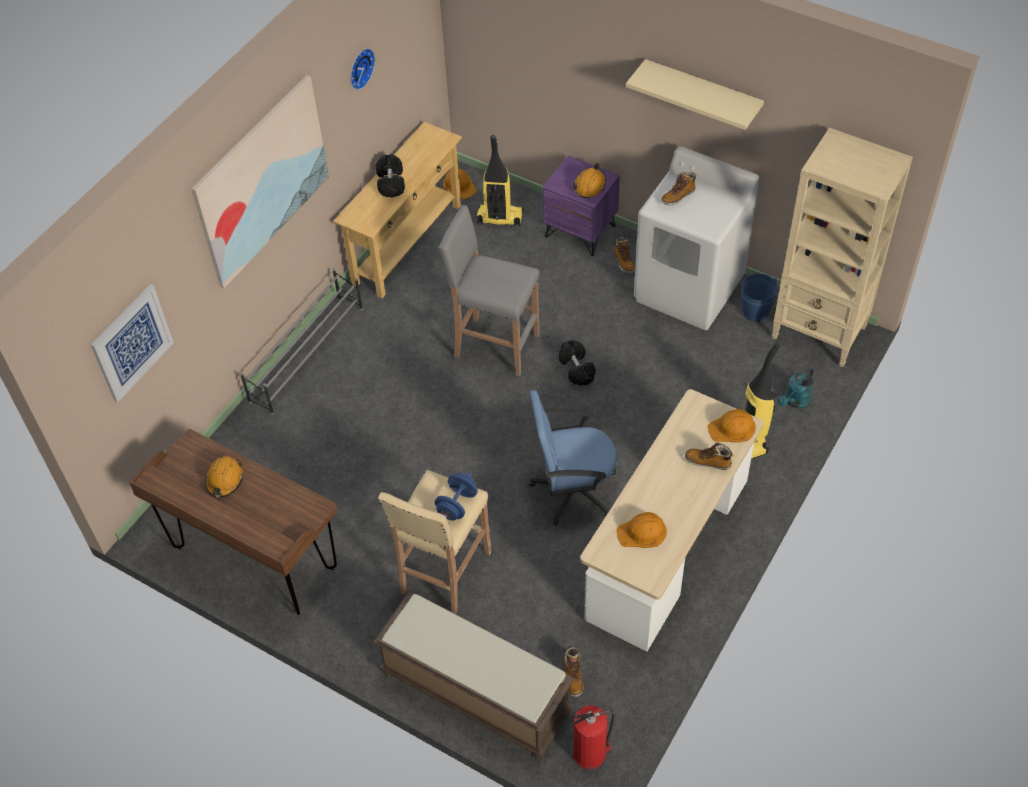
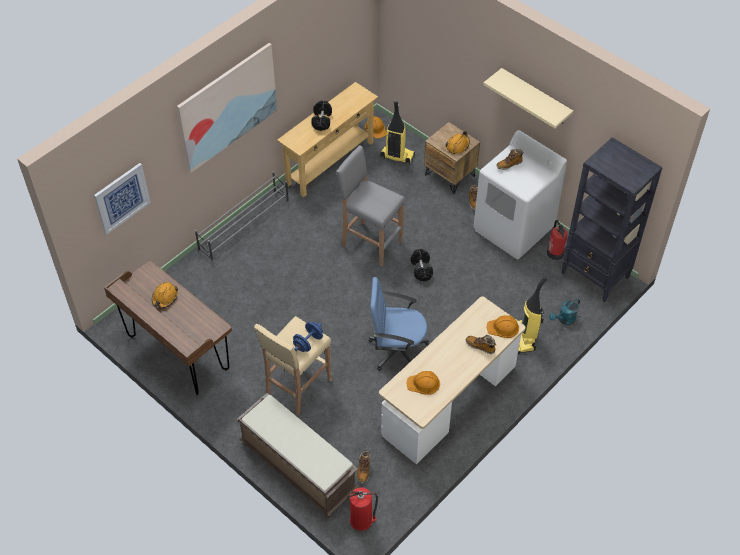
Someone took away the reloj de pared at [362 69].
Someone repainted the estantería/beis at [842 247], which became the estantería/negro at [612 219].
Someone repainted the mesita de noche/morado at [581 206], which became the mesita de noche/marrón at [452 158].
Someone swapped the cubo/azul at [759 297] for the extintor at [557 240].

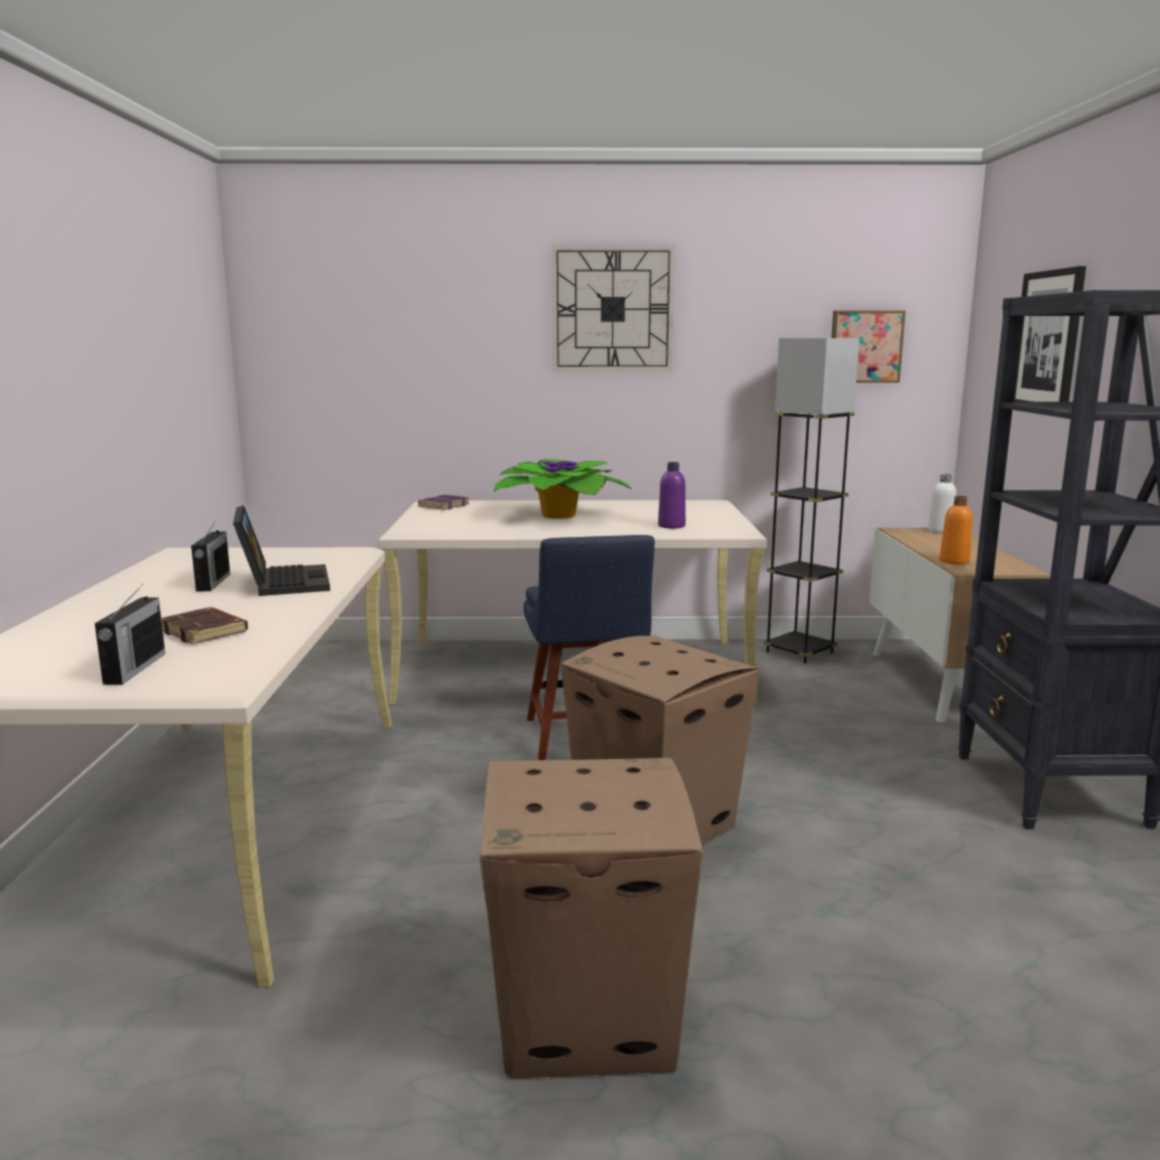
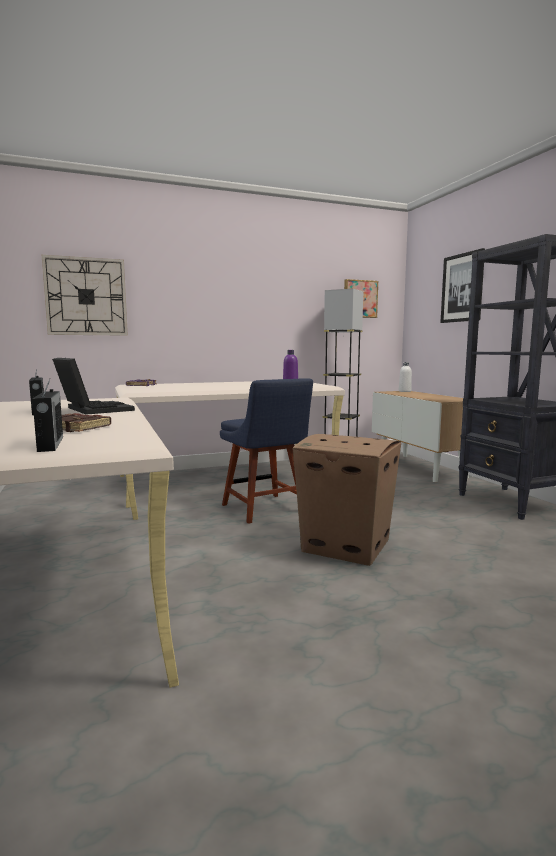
Someone carried the reloj de pared from [613 308] to [85 295].
Someone took away the planta en maceta at [562 489].
Someone took away the botella/naranja at [956 530].
Someone took away the caja de cartón at [591 918].

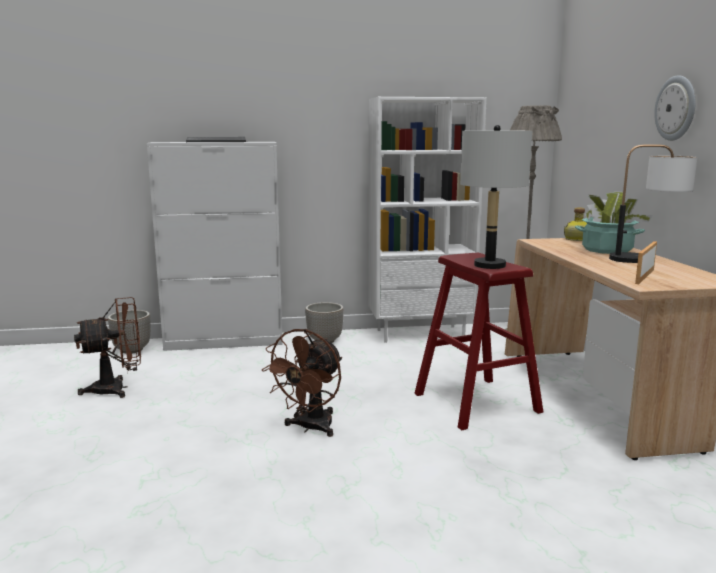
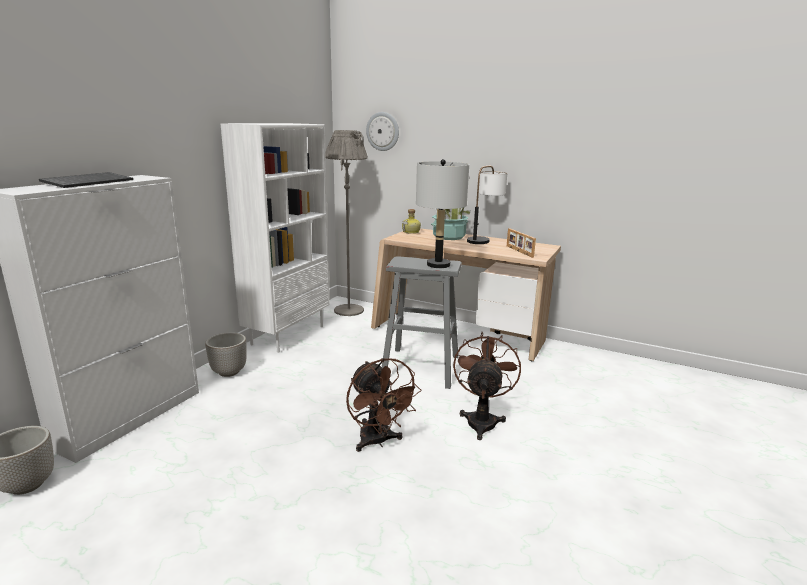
Someone carried the reloj de pared from [675 108] to [382 131].
Someone repainted the taburete/rojo at [479 341], which became the taburete/gris at [422 322].
Someone carried the ventilador/marrón from [107 347] to [487 386].

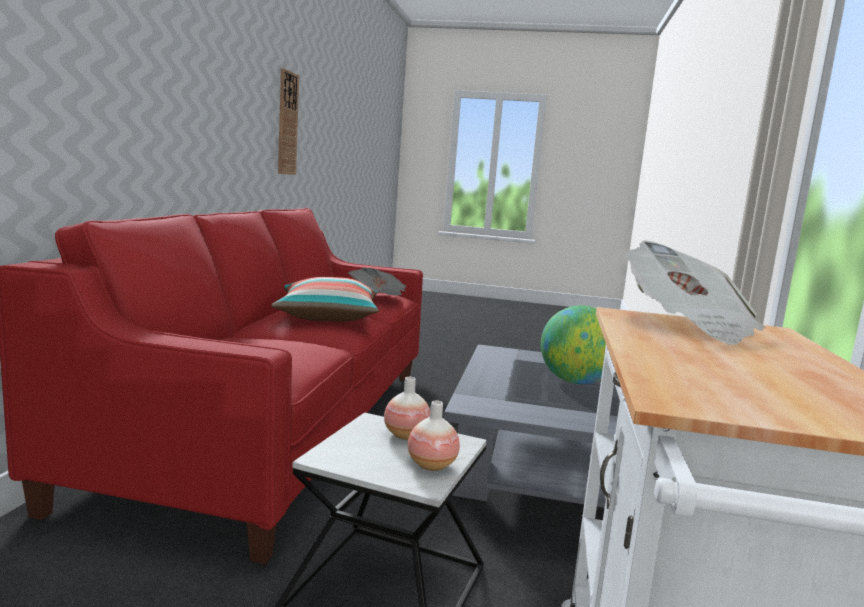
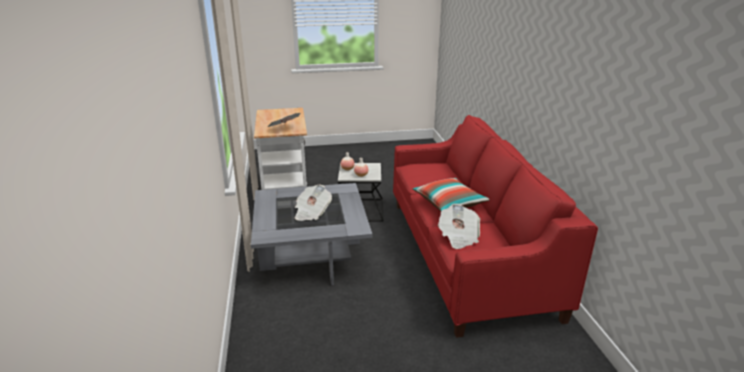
Someone took away the reloj de pared at [288 121].
Someone swapped the globo terráqueo at [573 344] for the periódico at [313 202].

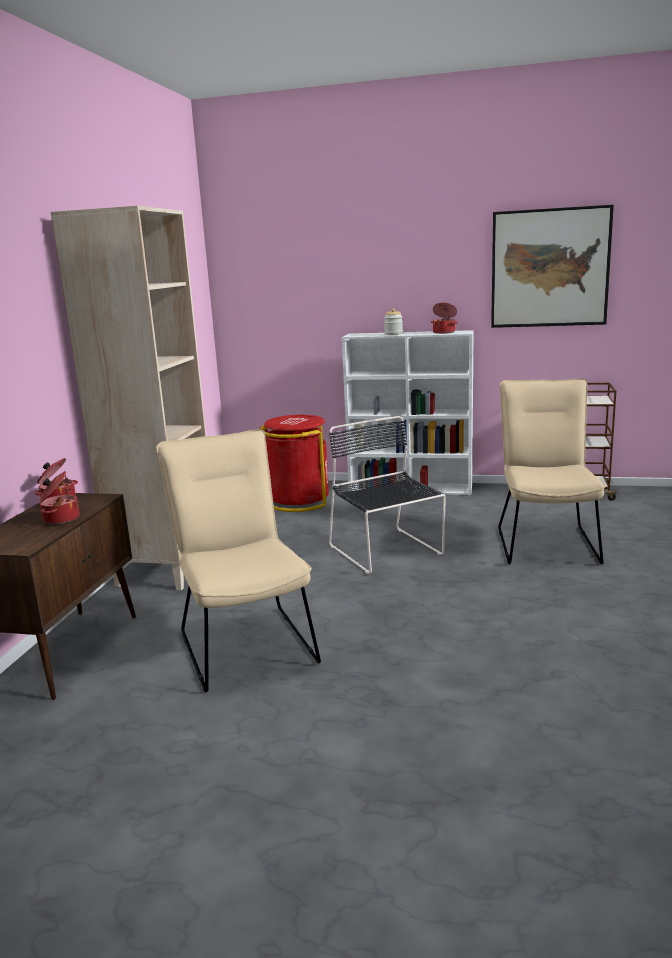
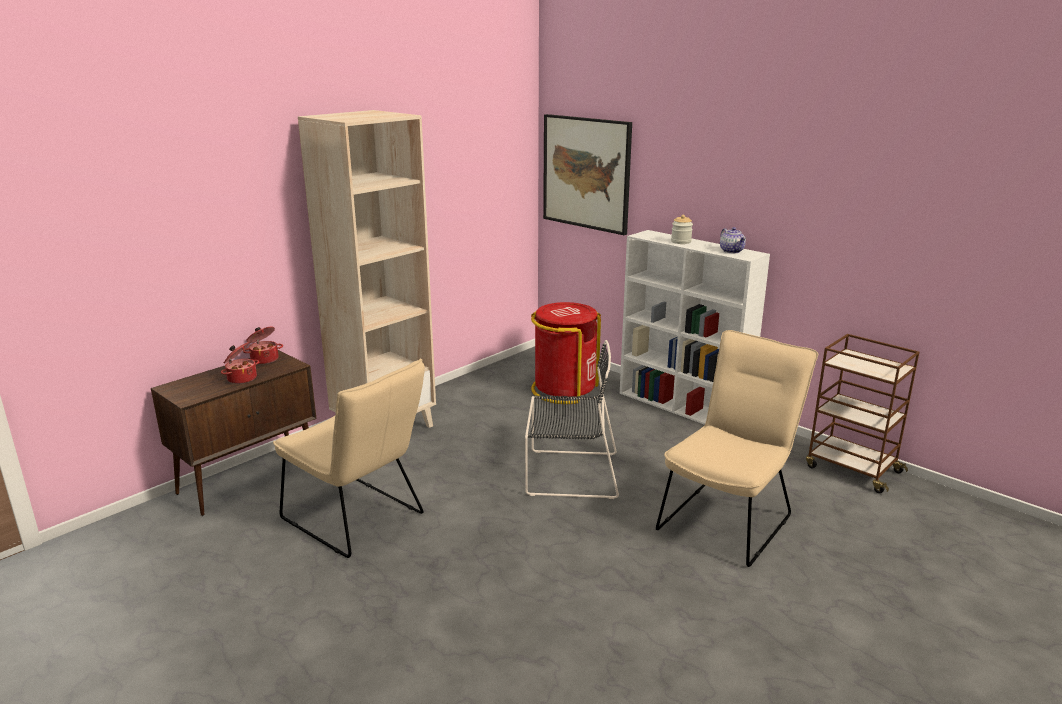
Someone carried the cuadro from [552 266] to [587 174].
Someone swapped the olla at [444 318] for the tetera at [733 240].
Someone rotated the silla/negro at [387 495] by 90 degrees clockwise.
Someone rotated the silla/beis at [238 561] by 120 degrees clockwise.

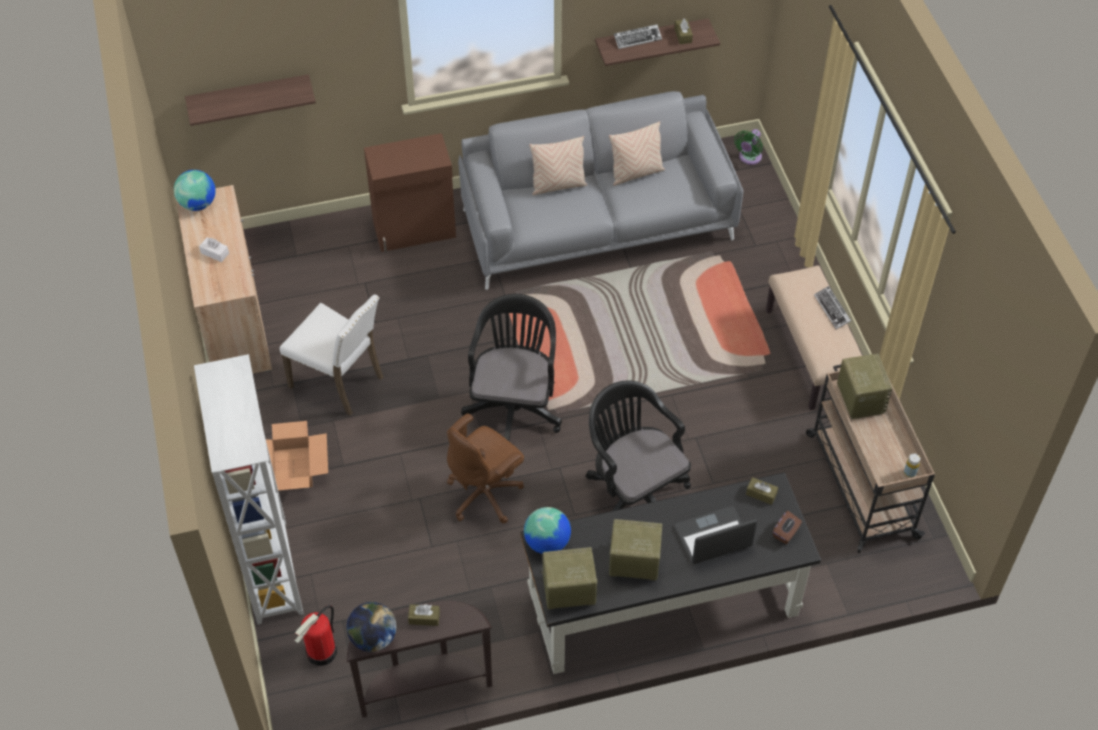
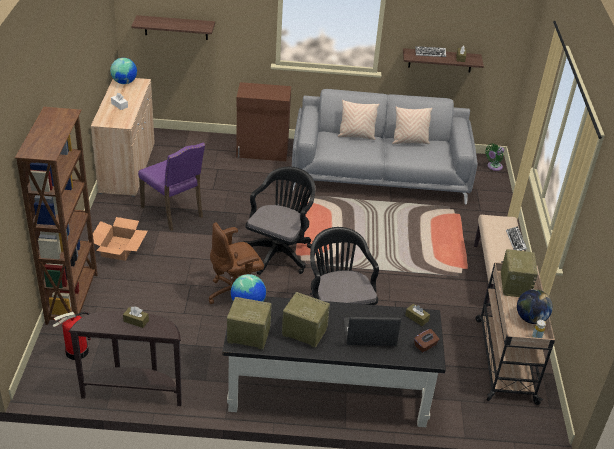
Someone repainted the silla/blanco at [331 355], which became the silla/morado at [171 187].
Someone repainted the estantería/blanco at [249 489], which became the estantería/marrón at [56 216].
Someone carried the globo terráqueo from [371 627] to [535 306].

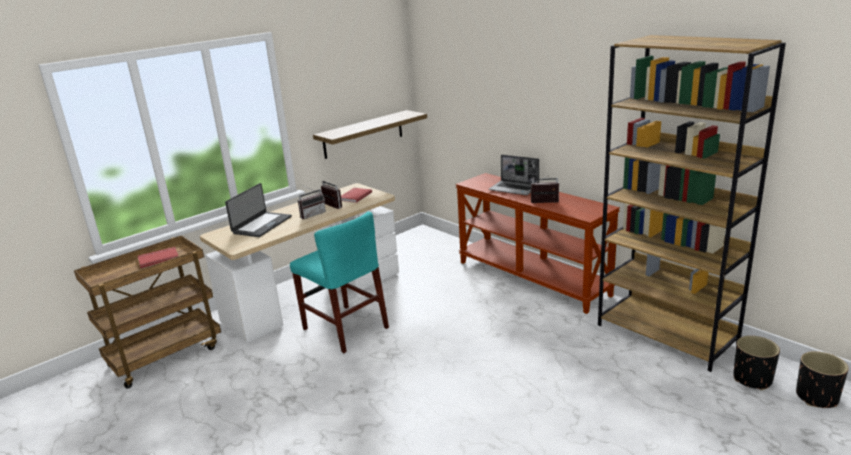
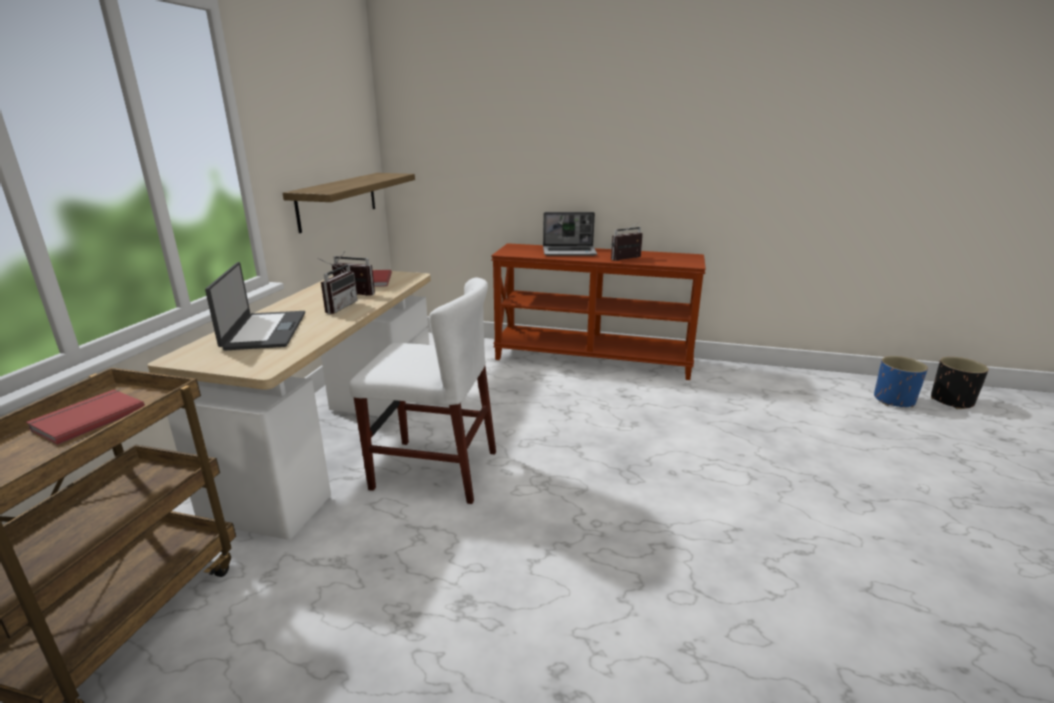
Someone took away the estantería/marrón at [692 203].
Someone repainted the silla/turquesa at [339 282], which became the silla/blanco at [422 390].
Someone repainted the maceta/negro at [756 363], which became the maceta/azul at [901 382].

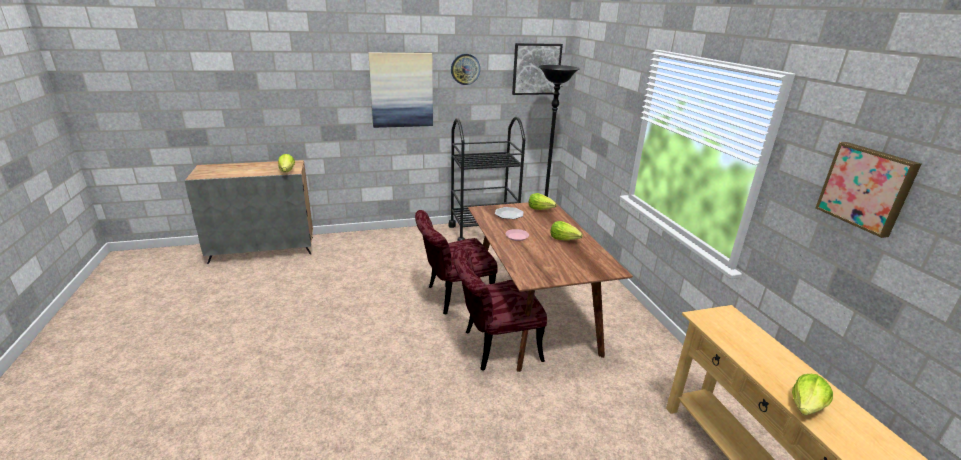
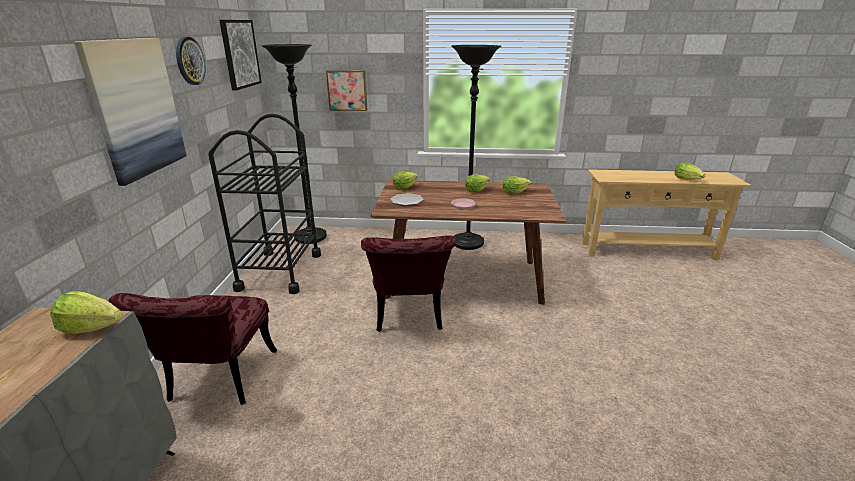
Someone carried the cuadro from [868 190] to [346 90].
Someone carried the silla/rojo from [500 308] to [192 349].
Someone put down the lámpara de pie/negro at [476 147].
Someone put down the lechuga at [517 185].

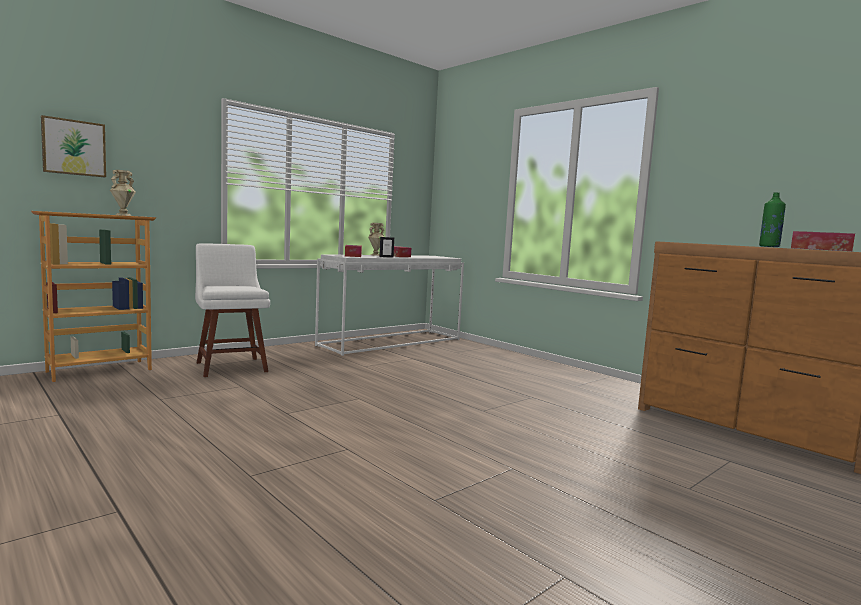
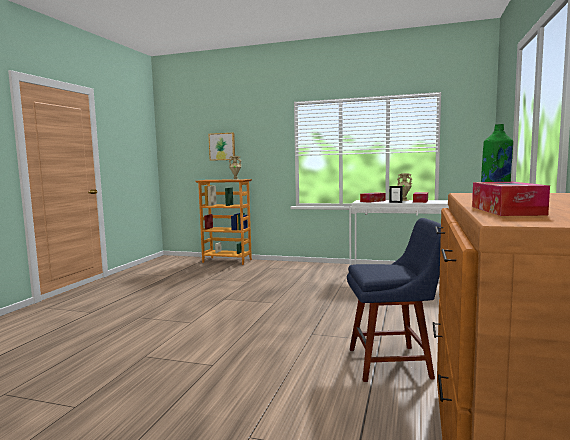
Someone took away the silla/blanco at [232 310].
Someone put down the silla/azul at [394 300].

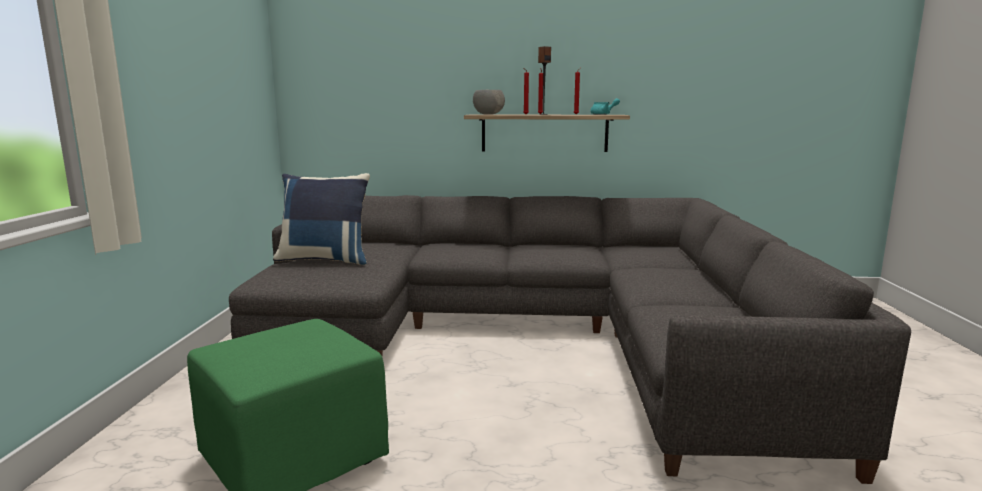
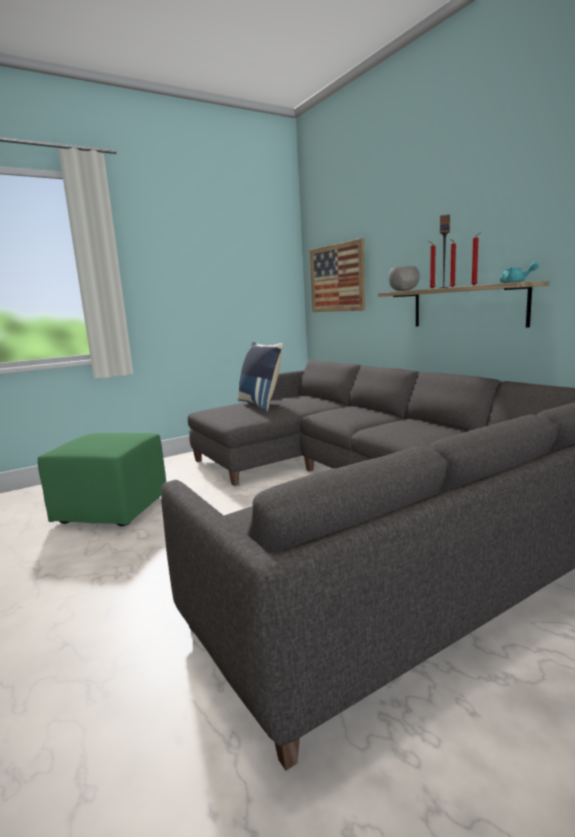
Someone put up the cuadro at [337 275].

